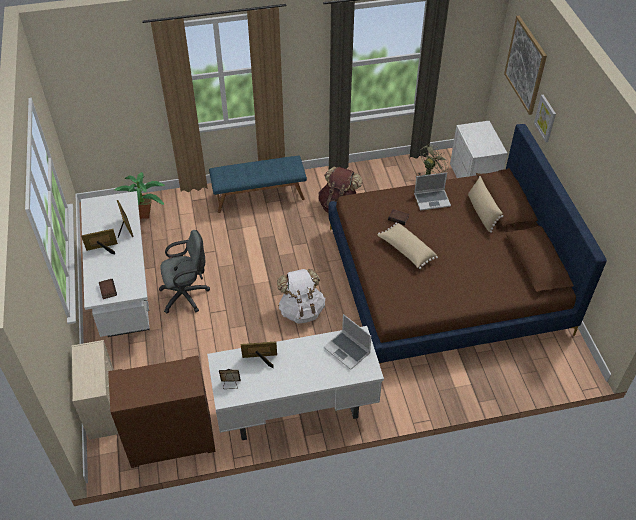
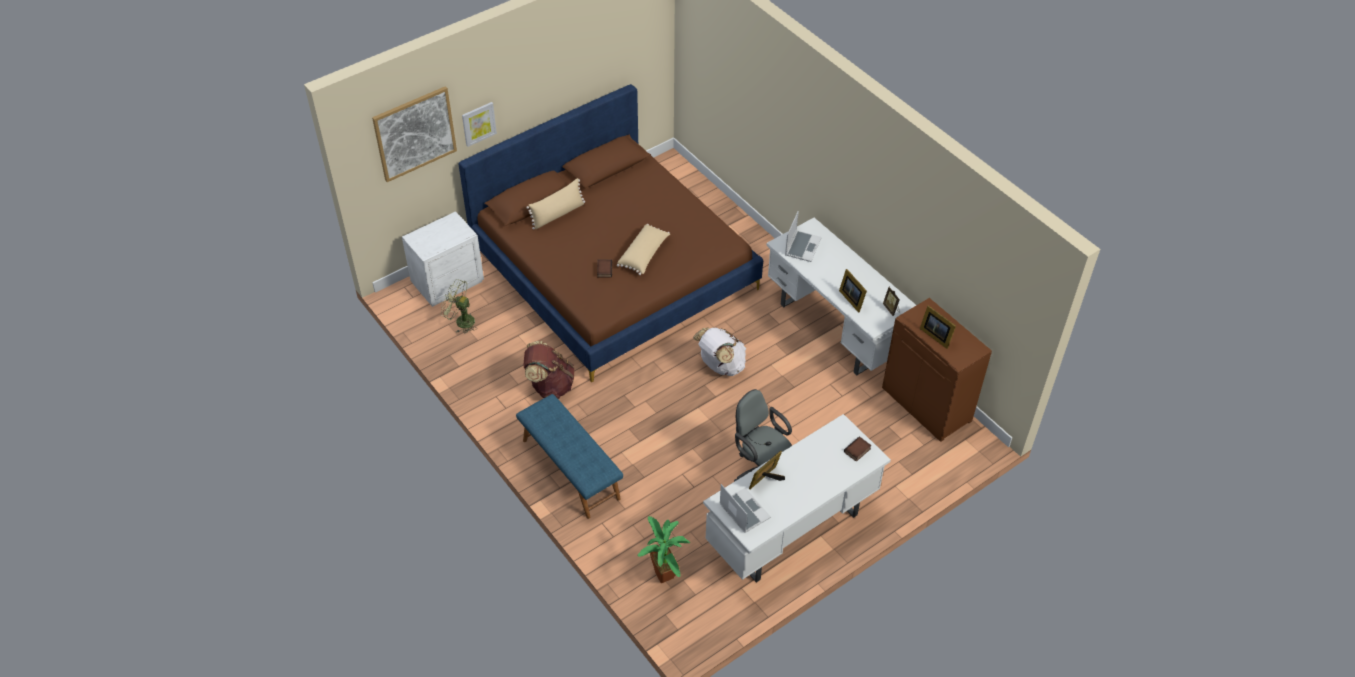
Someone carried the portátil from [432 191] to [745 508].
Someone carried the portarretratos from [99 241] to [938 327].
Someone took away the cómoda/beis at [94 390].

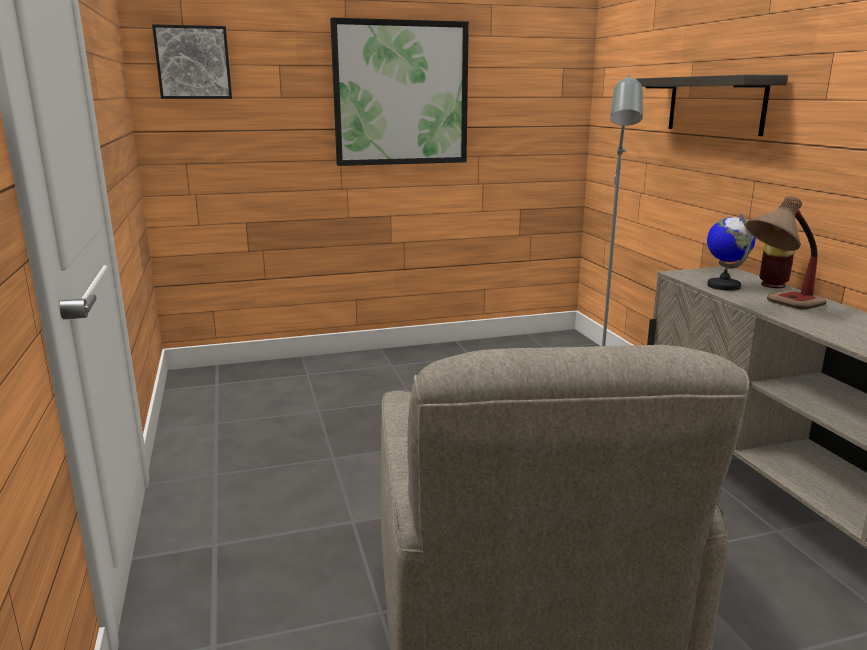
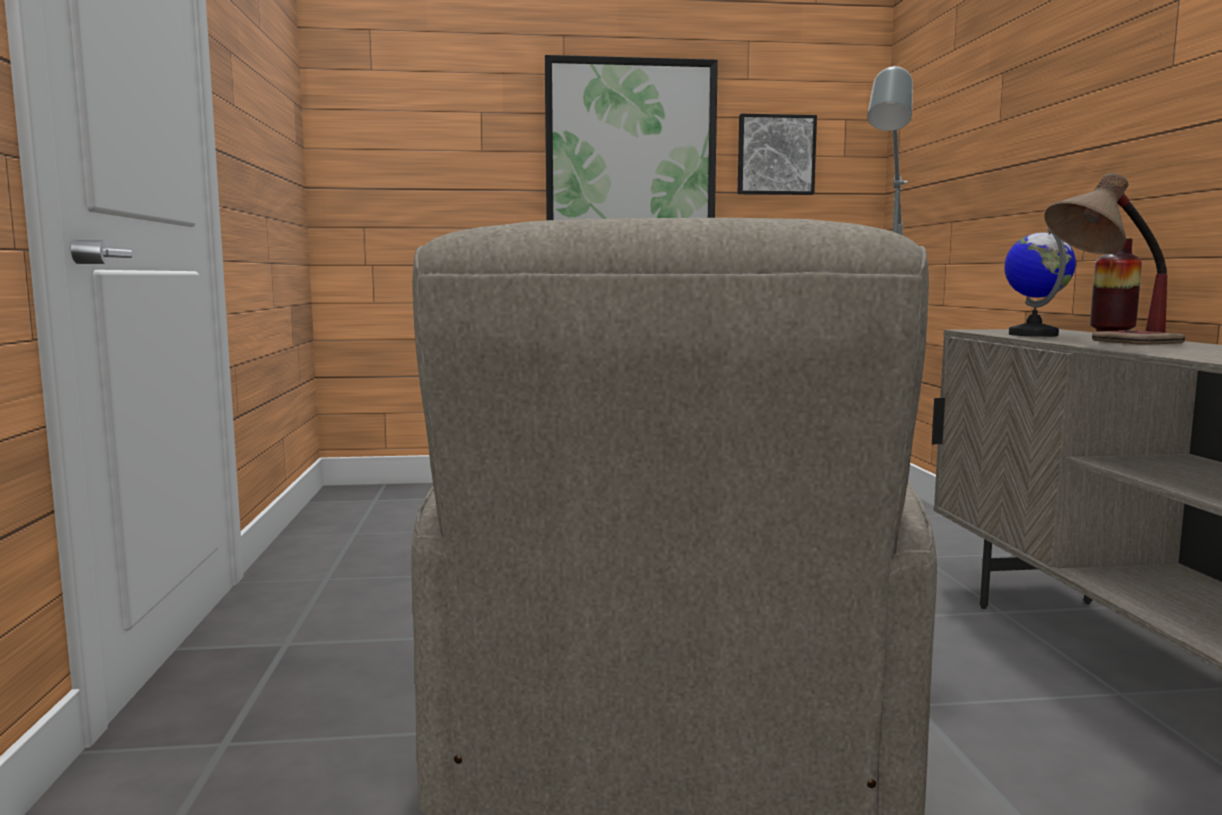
Someone carried the cuadro from [192 61] to [777 154].
Someone took away the estante at [711 105].

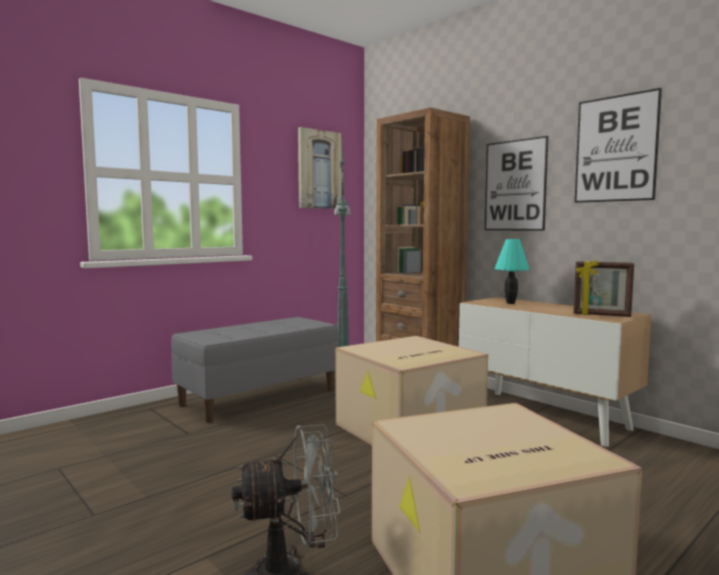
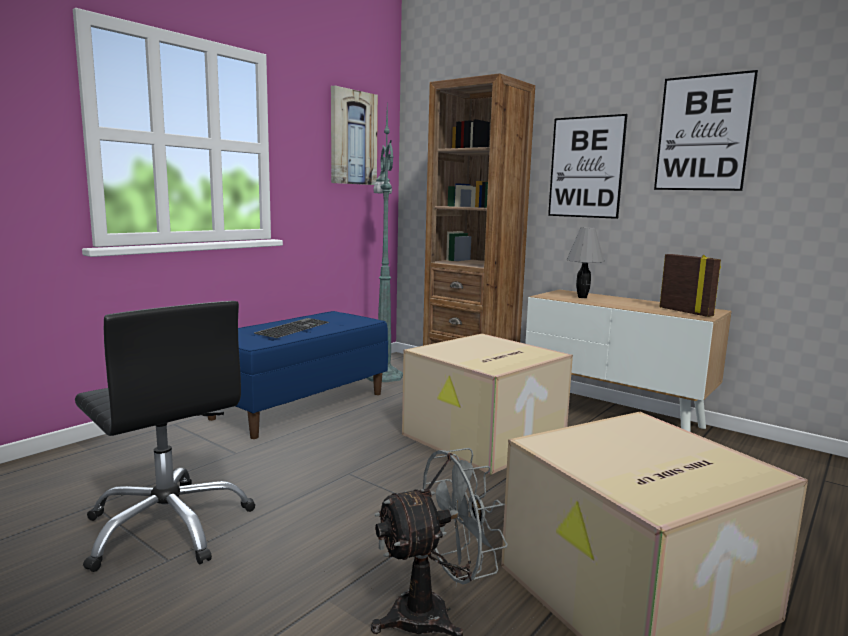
Someone repainted the lámpara de mesa/turquesa at [512 271], which became the lámpara de mesa/gris at [585 262].
Someone rotated the portarretratos at [603 288] by 135 degrees counterclockwise.
Someone repainted the banco/gris at [255 370], which became the banco/azul at [298 375].
Someone put down the silla de oficina/negro at [165 436].
Someone put down the teclado at [291 328].

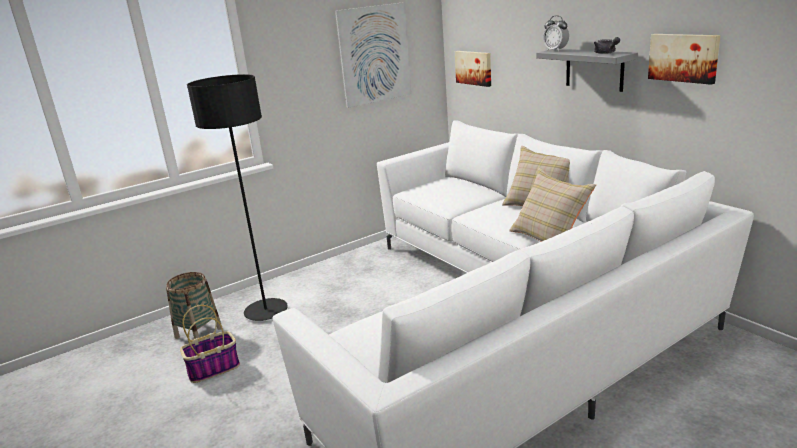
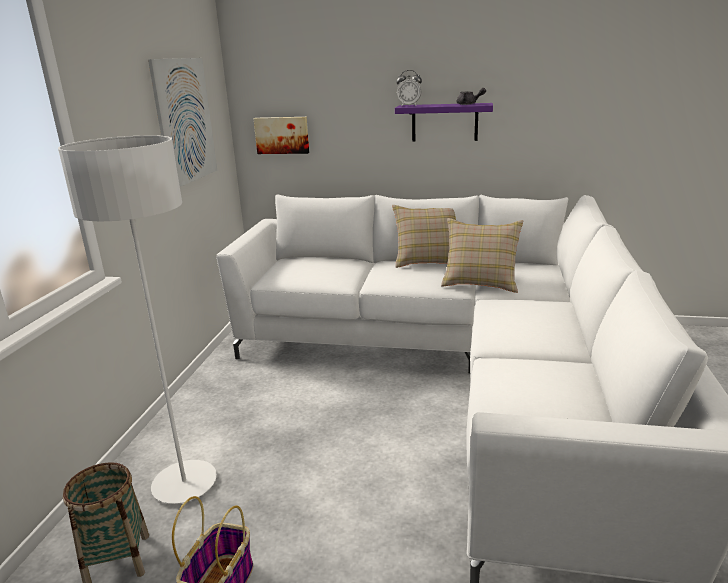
Someone took away the cuadro at [684 59].
Someone repainted the estante/gris at [587 70], which became the estante/morado at [444 122].
Someone repainted the lámpara de pie/negro at [237 197], which became the lámpara de pie/blanco at [137 319].

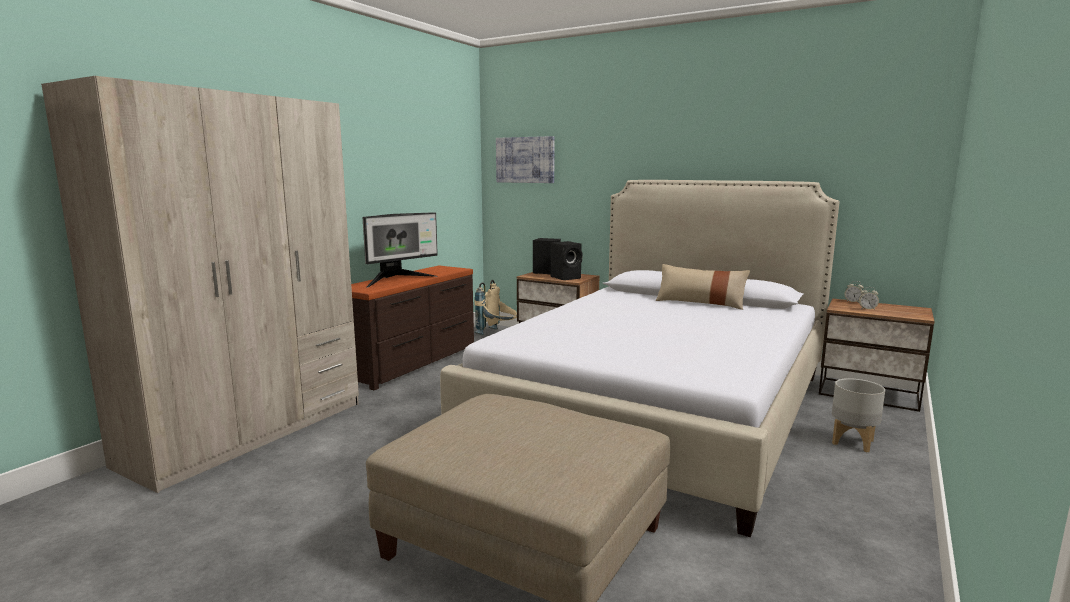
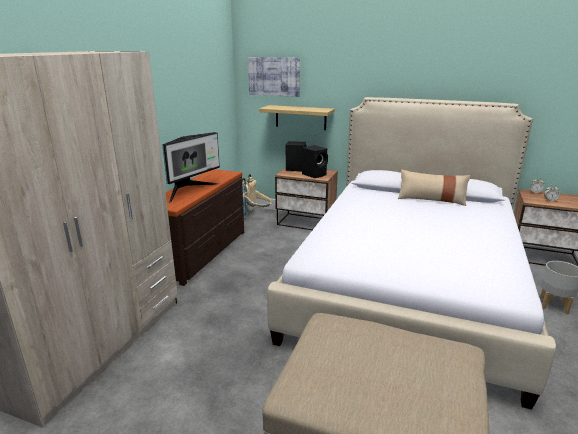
Someone put up the estante at [297 117].

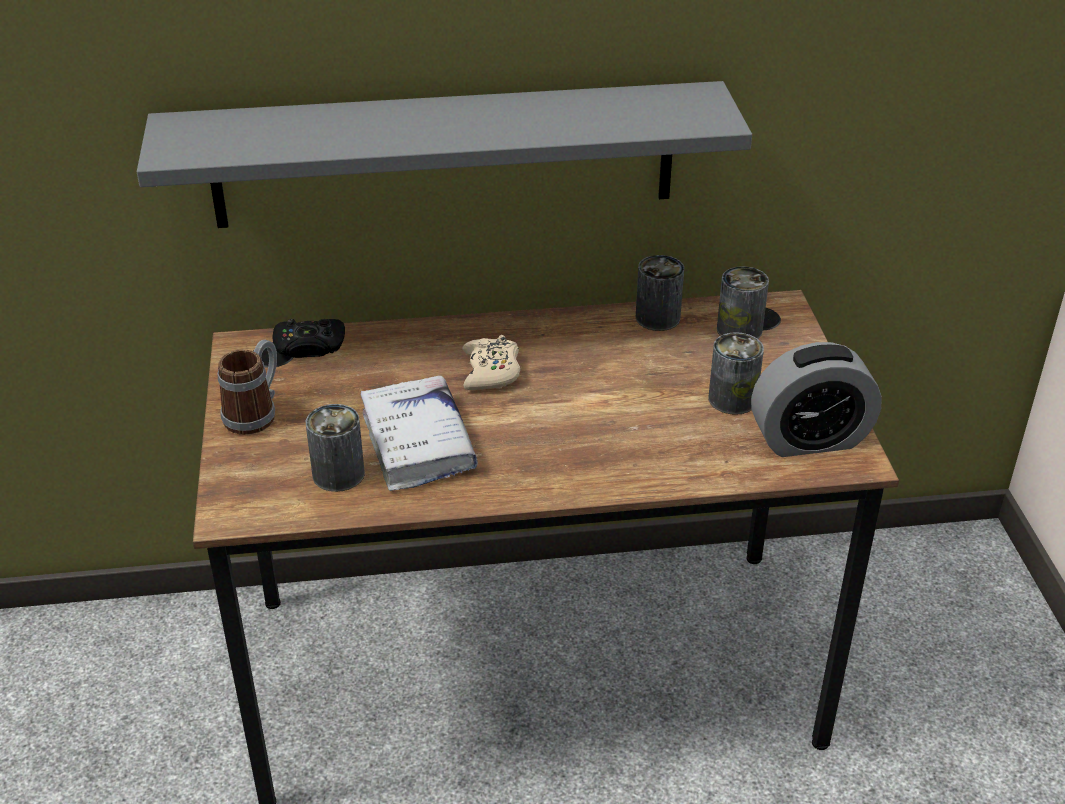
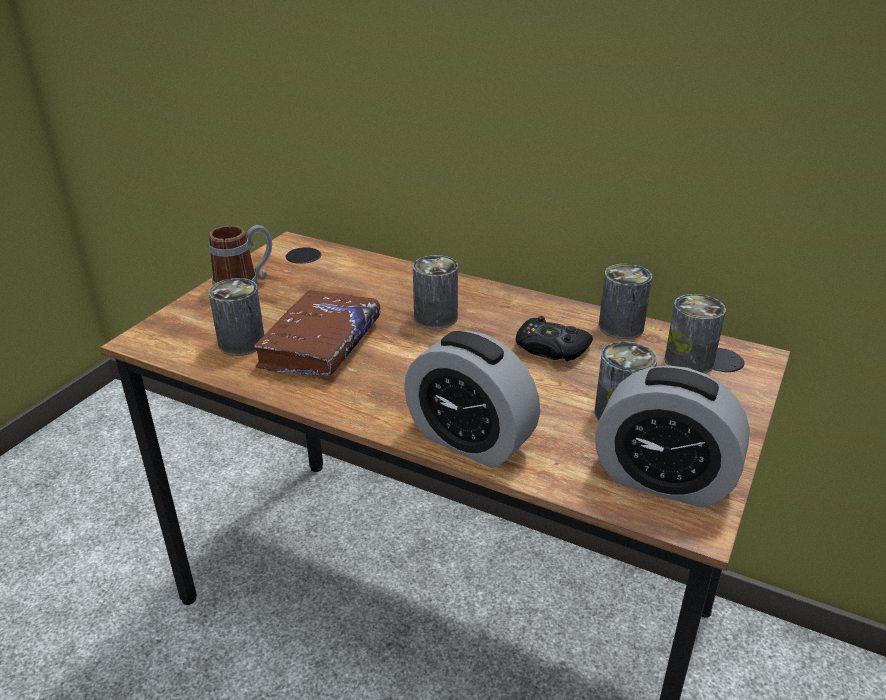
Someone took away the estante/gris at [444 154].
Someone carried the mando de consola/negro from [309 338] to [554 338].
Someone swapped the mando de consola/beis at [491 362] for the lata at [435 292].
Someone repainted the libro/blanco at [419 433], which became the libro/marrón at [316 333].
Someone put down the despertador at [472 399].

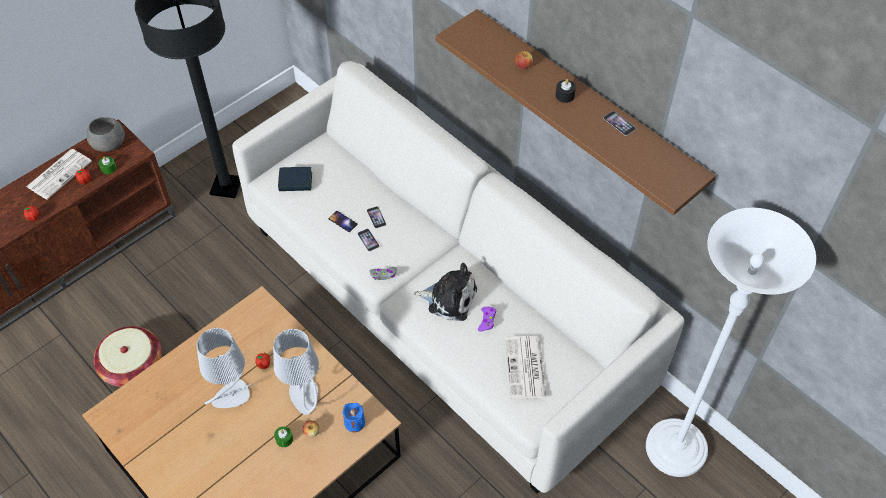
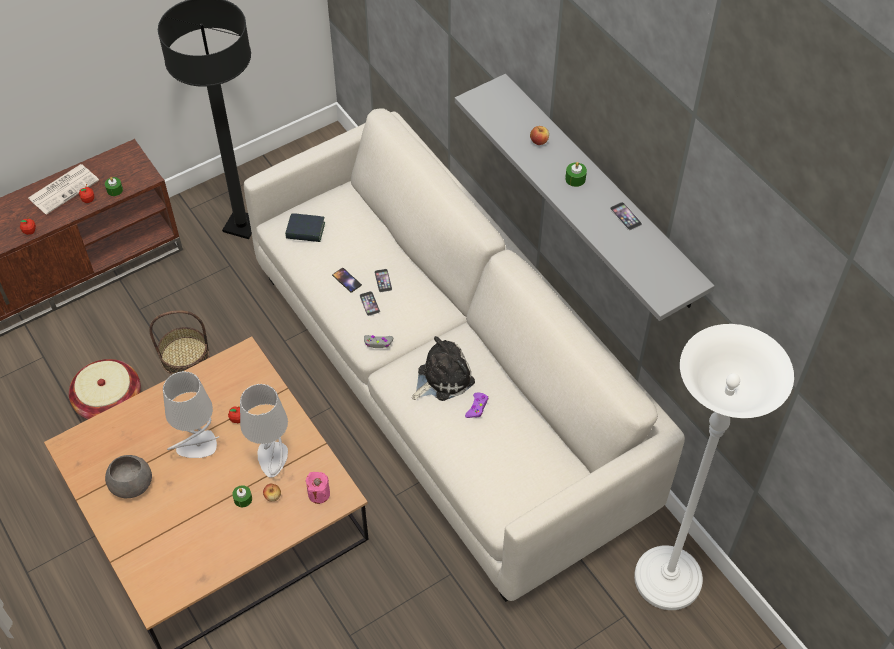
Someone repainted the estante/marrón at [575 112], which became the estante/gris at [585 197].
Someone repainted the vela/negro at [565 91], which became the vela/verde at [576 174].
Someone carried the cuenco/gris from [105 134] to [128 476].
Someone rotated the peluche at [445 292] by 60 degrees counterclockwise.
Someone took away the periódico at [526 367].
Someone repainted the vela/azul at [353 417], which became the vela/rosa at [318 488].
Someone put down the cesta at [179 342].

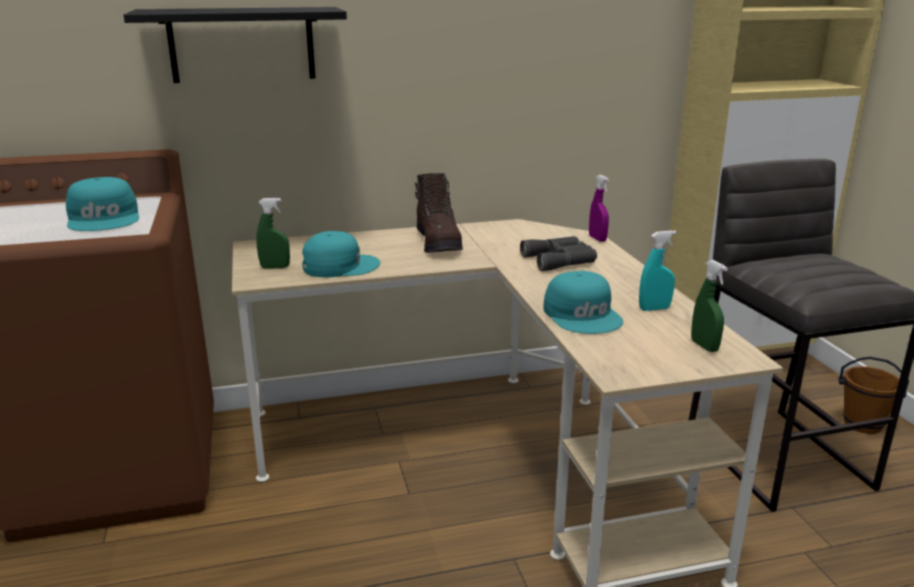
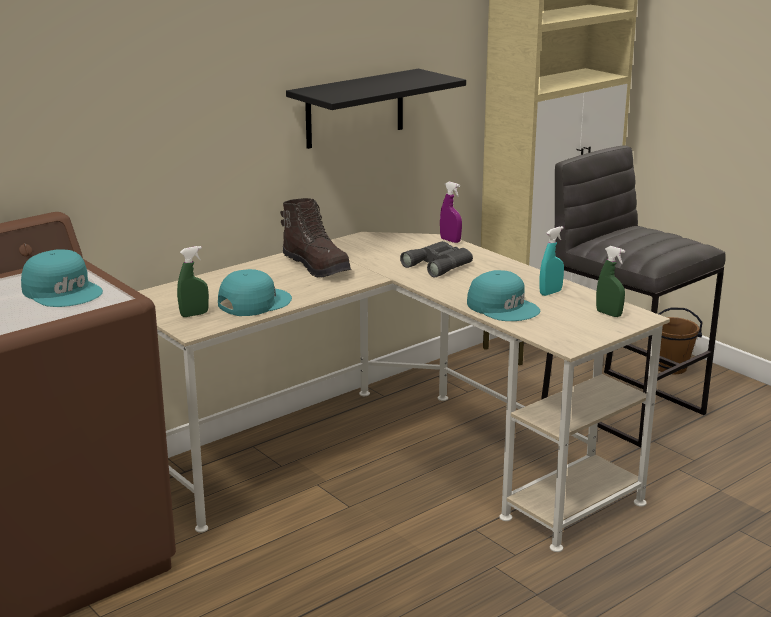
Someone carried the estante/negro from [235 45] to [376 109].

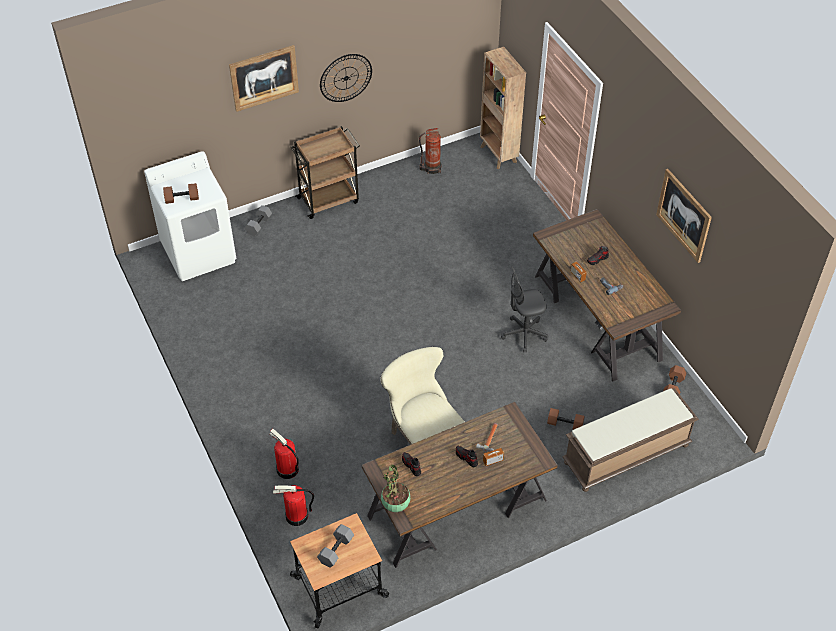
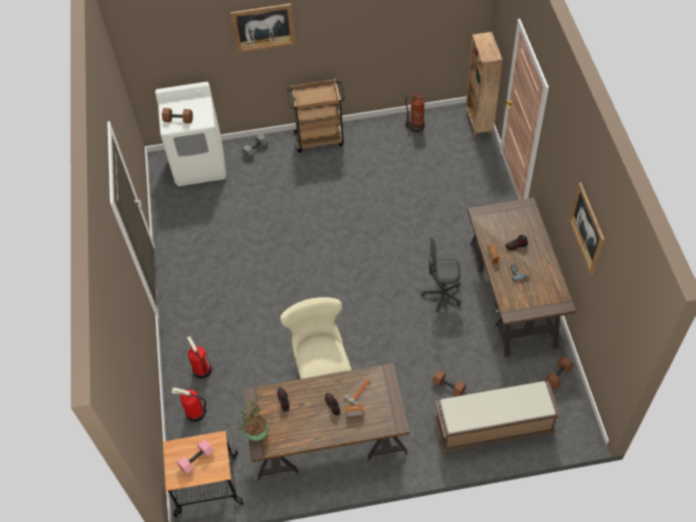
Someone took away the reloj de pared at [346 78].
Someone repainted the mancuerna/gris at [335 546], which became the mancuerna/rosa at [195 456].

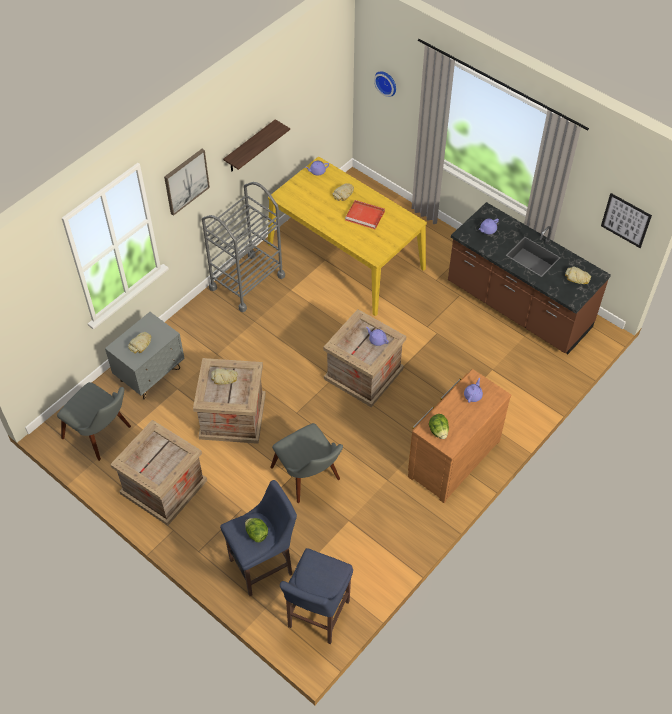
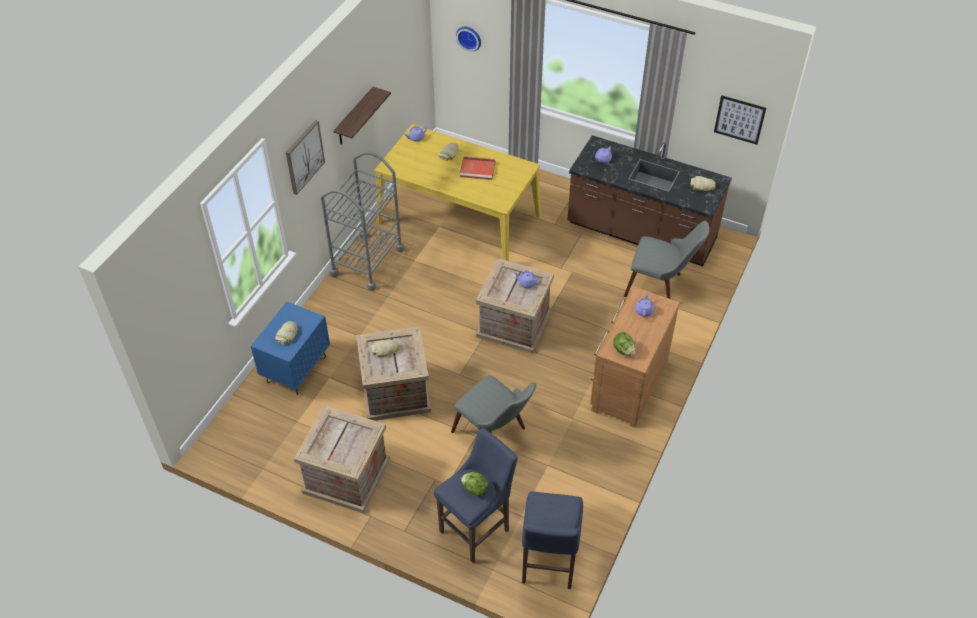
Someone repainted the mesita de noche/gris at [145 355], which became the mesita de noche/azul at [290 348].
Someone carried the silla/gris from [94 421] to [667 260].

